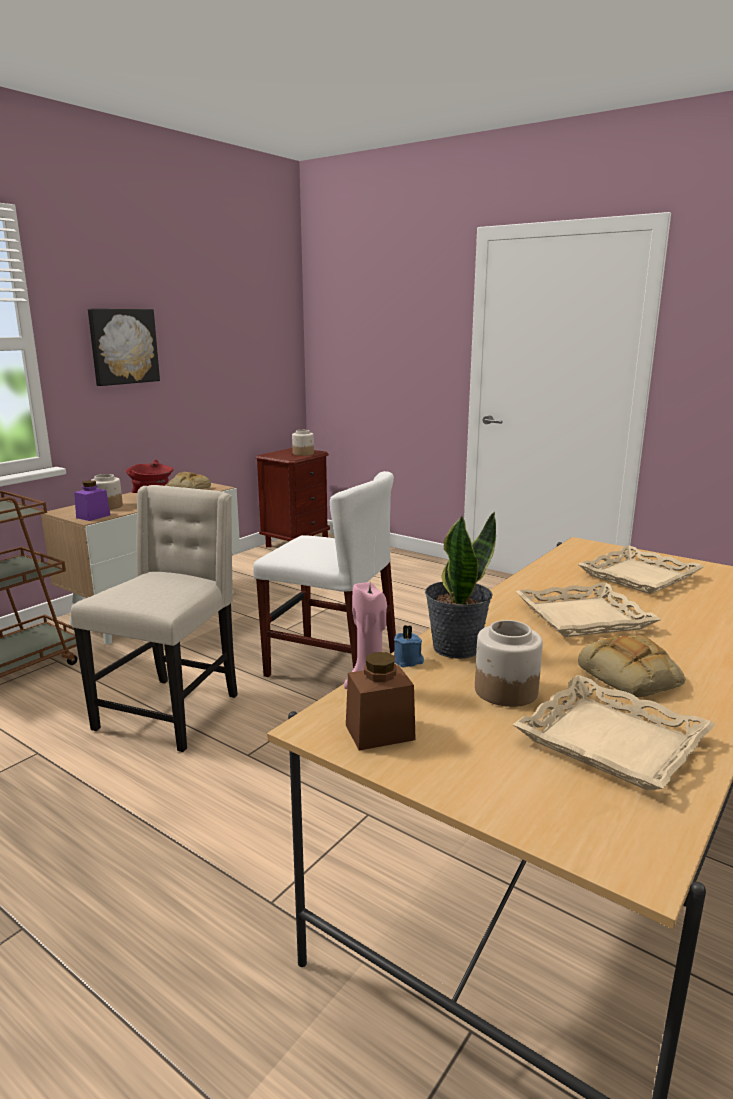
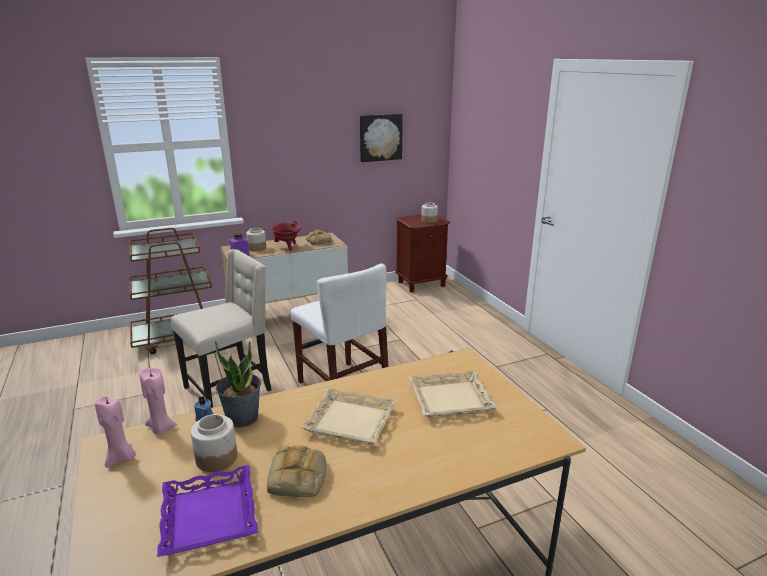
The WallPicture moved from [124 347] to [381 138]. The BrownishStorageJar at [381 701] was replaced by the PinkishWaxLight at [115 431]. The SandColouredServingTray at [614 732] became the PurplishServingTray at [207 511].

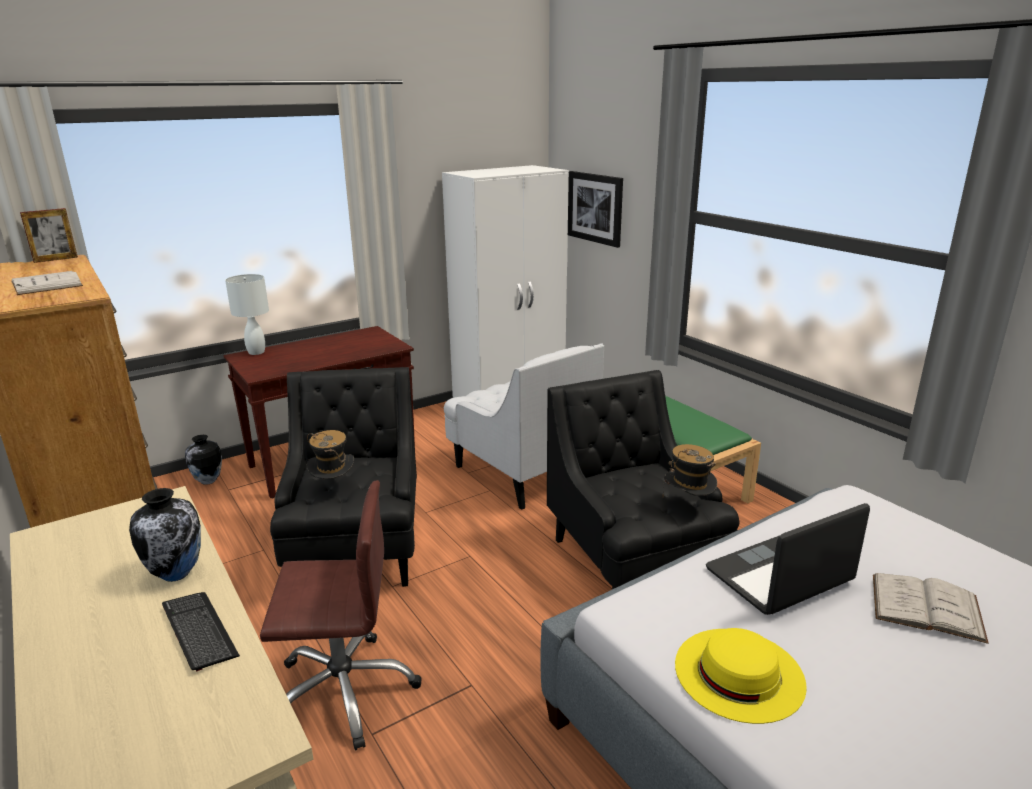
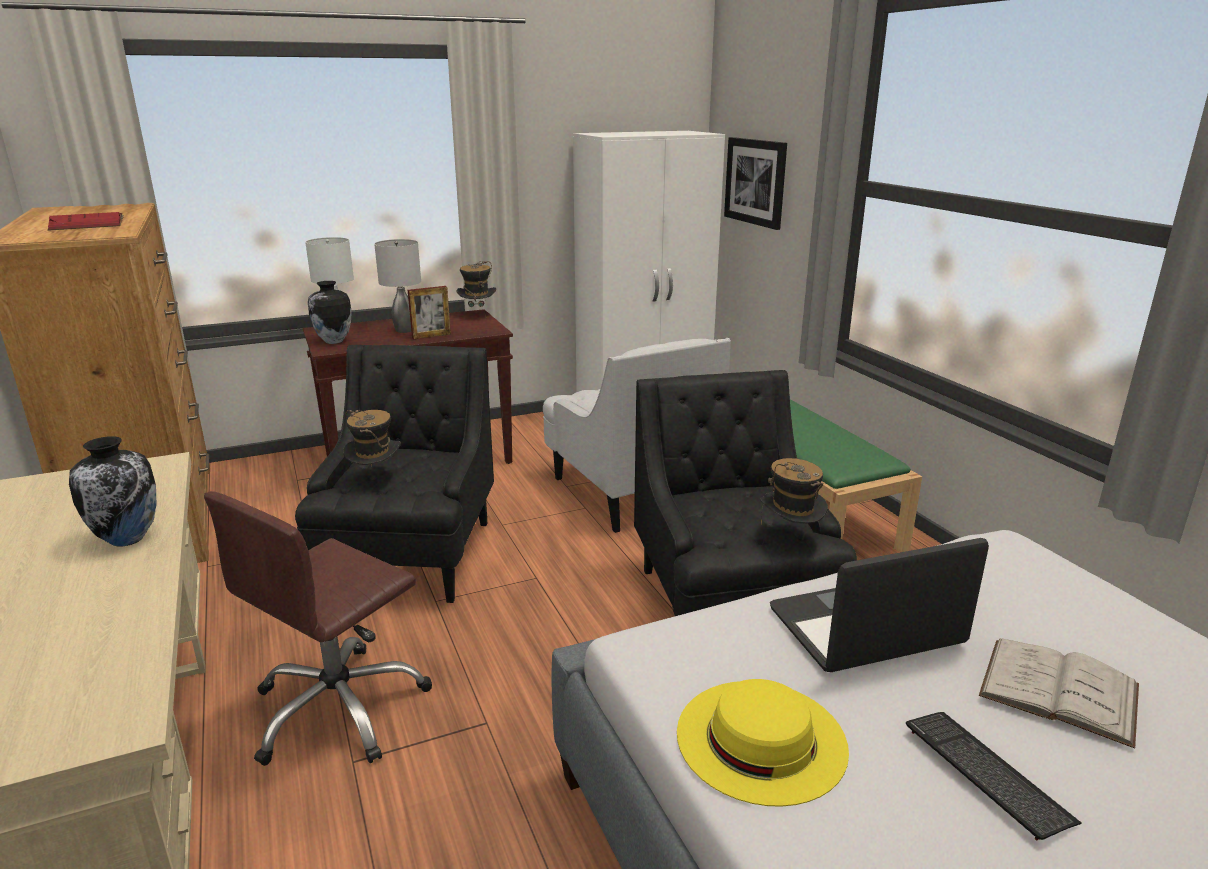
The WhitishVolume at [47 283] became the RedVolume at [85 221]. The PhotoFrame moved from [49 235] to [429 312]. The Keyboard moved from [201 632] to [994 776]. The DecorativeVase moved from [203 460] to [330 312]. The BrownishDeskChair at [340 615] turned 120 degrees clockwise. The GrayLampForATable at [397 286] appeared. The ClothingHat at [476 284] appeared.

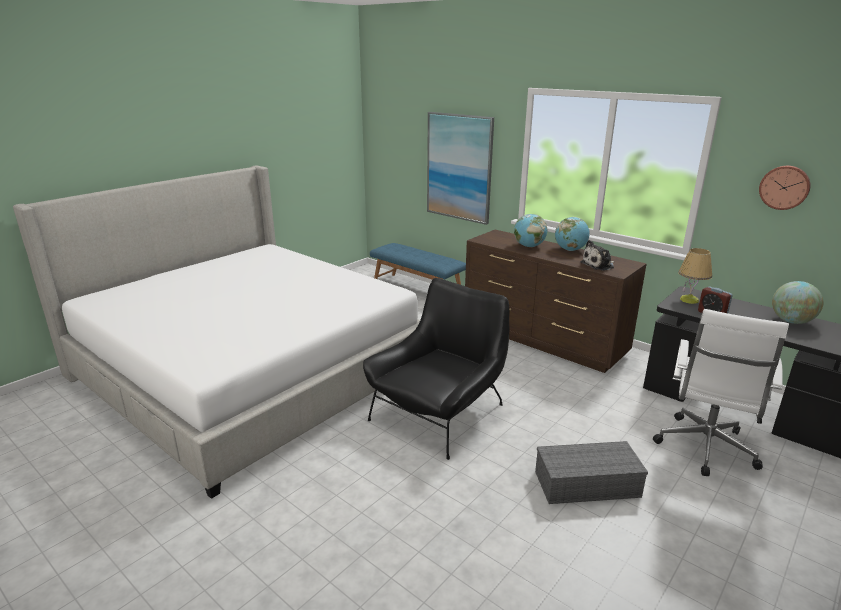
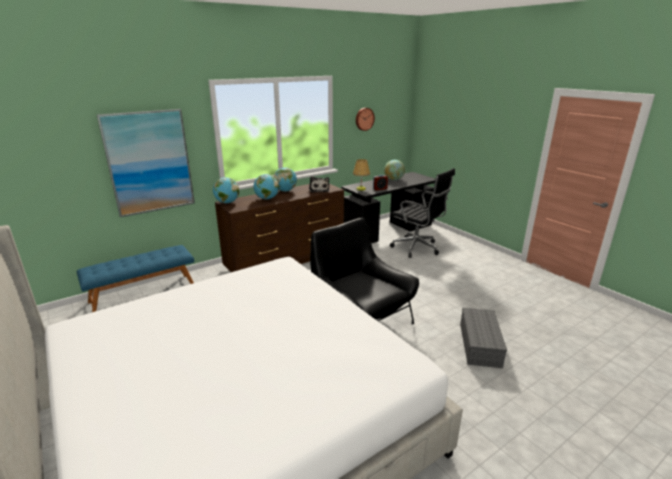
The GrayStorageBox moved from [591 472] to [483 338]. The WhitishDeskChair at [721 392] became the BlackDeskChair at [422 213]. The WorldGlobe at [226 190] appeared.

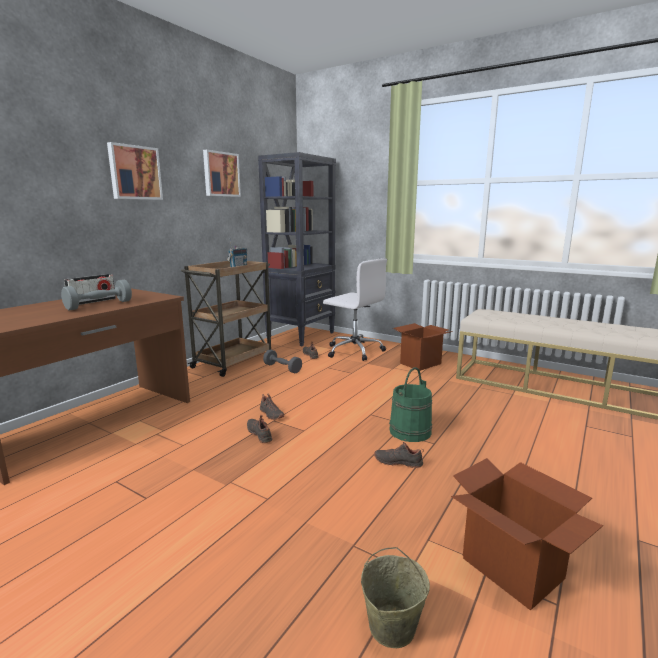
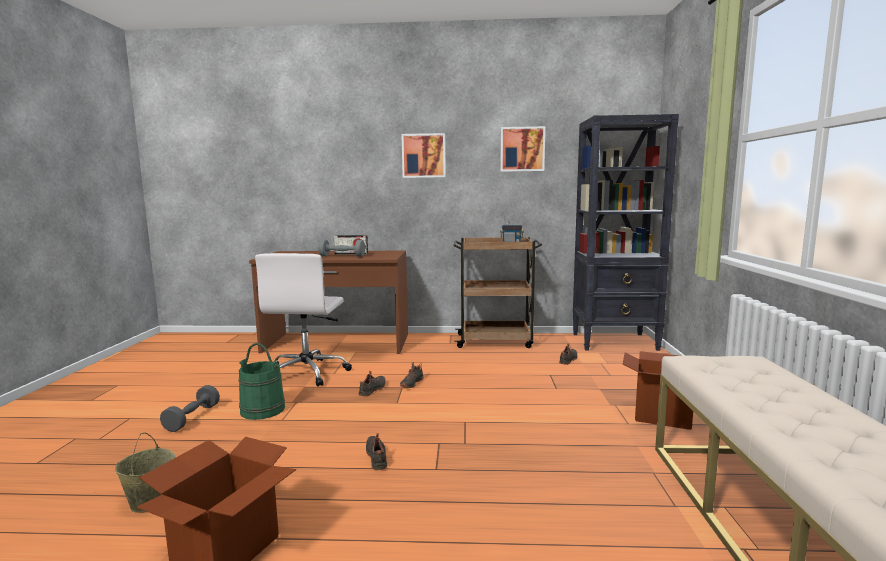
The GrayFreeWeight moved from [282 361] to [190 408]. The WhitishDeskChair moved from [355 309] to [303 319]. The GreenishPail moved from [410 404] to [262 381].

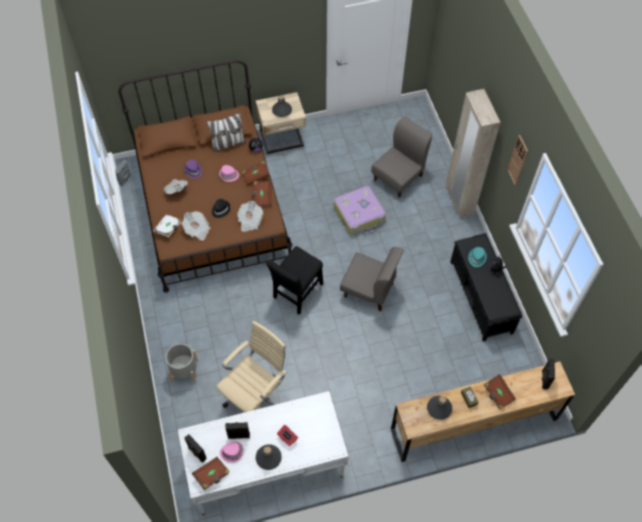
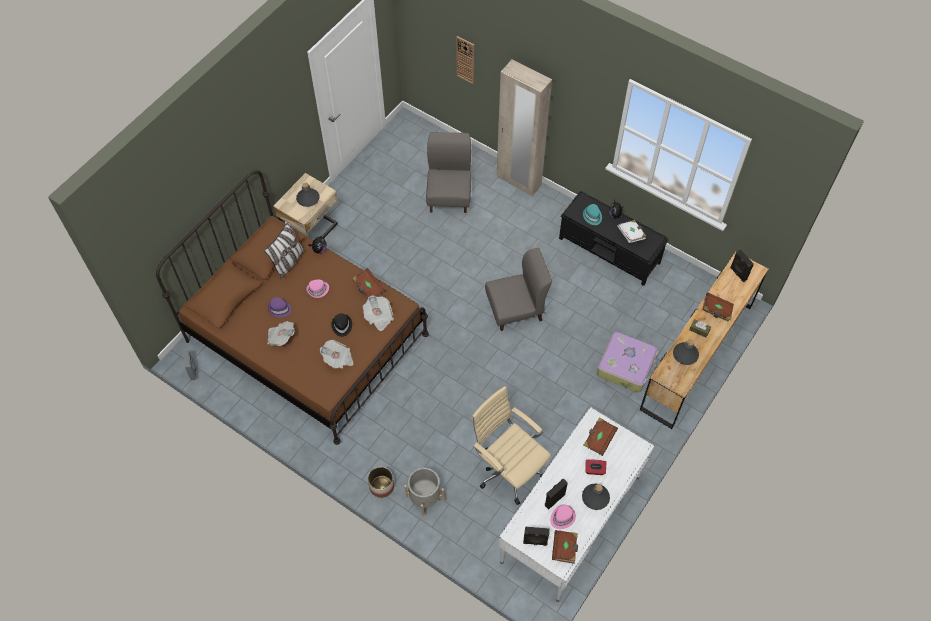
The WhitishVolume moved from [167 225] to [632 231]. The SandColouredDeskChair at [251 366] turned 45 degrees counterclockwise. The BrownishVolume moved from [256 173] to [601 436]. The BlackUprightChair at [294 280] disappeared. The TravelCase moved from [360 210] to [627 362]. The ClockOnTheWall moved from [517 160] to [465 60]. The PlantPot at [381 482] appeared.

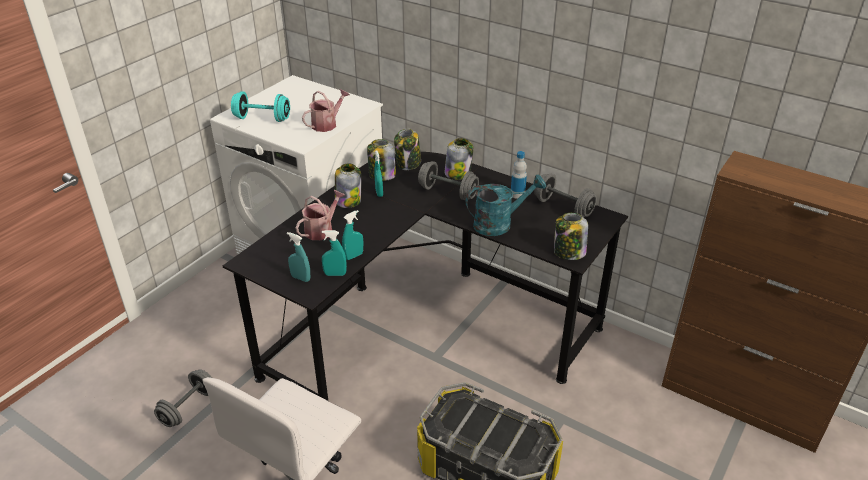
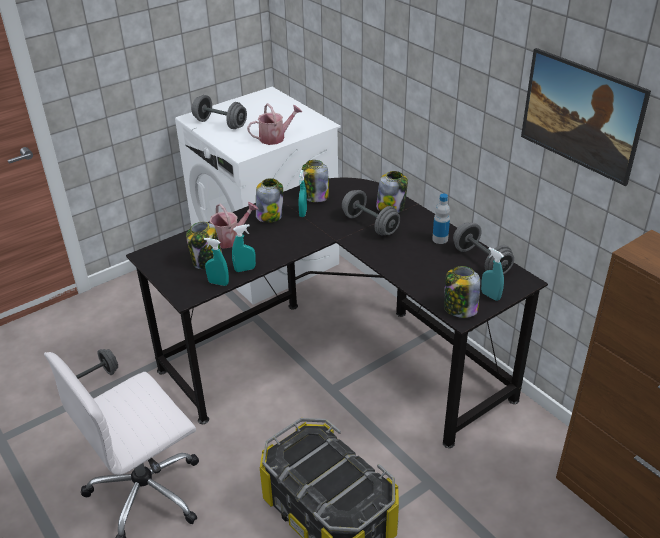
The BlueGreenFreeWeight at [260 106] became the GrayFreeWeight at [219 112]. The BlueGreenSprayer moved from [298 257] to [492 274]. The StorageJar moved from [407 149] to [204 245]. The BlueGreenWateringCan at [506 205] disappeared. The WallPicture at [586 117] appeared.

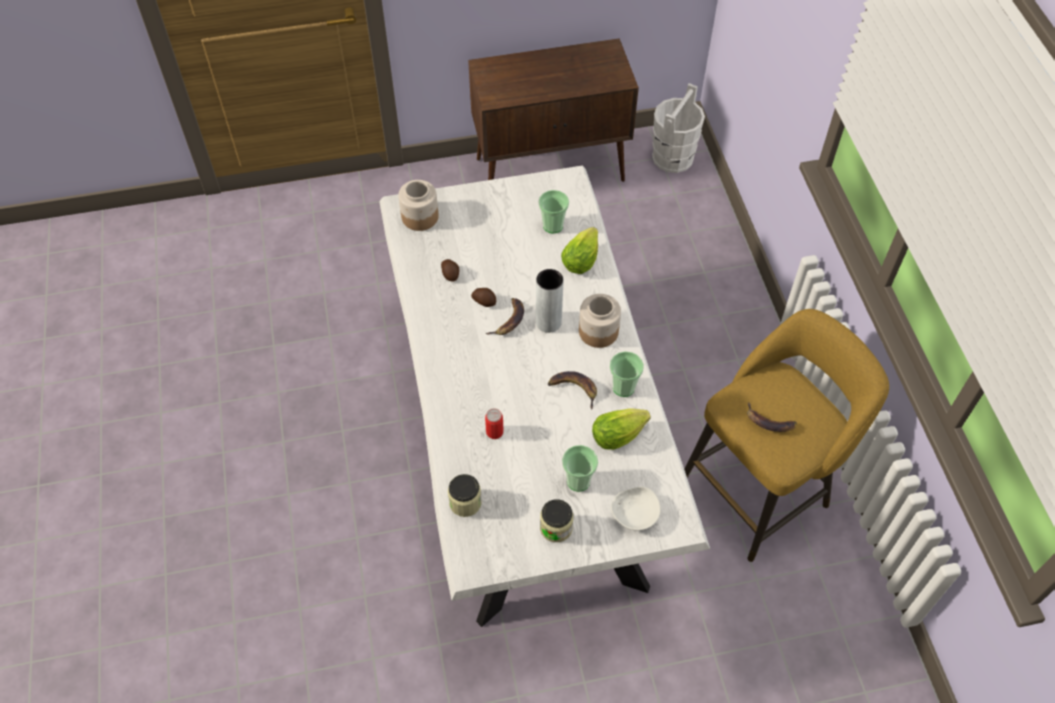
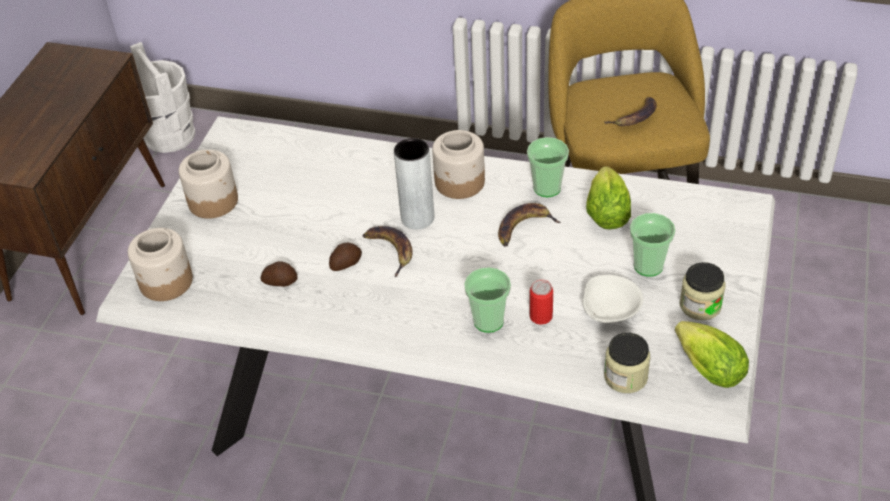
The SmallCup moved from [553 212] to [487 300]. The LettuceHead moved from [579 250] to [712 354]. The WhitishServingBowl moved from [636 509] to [613 299]. The StorageJar at [208 184] appeared.

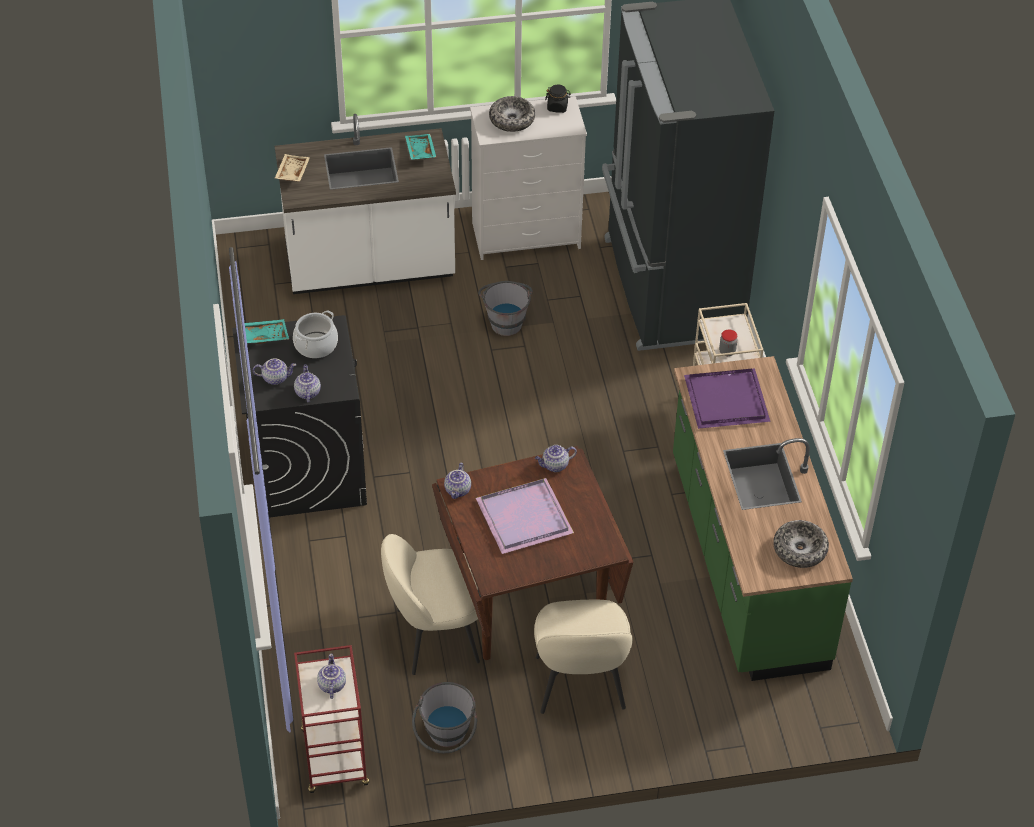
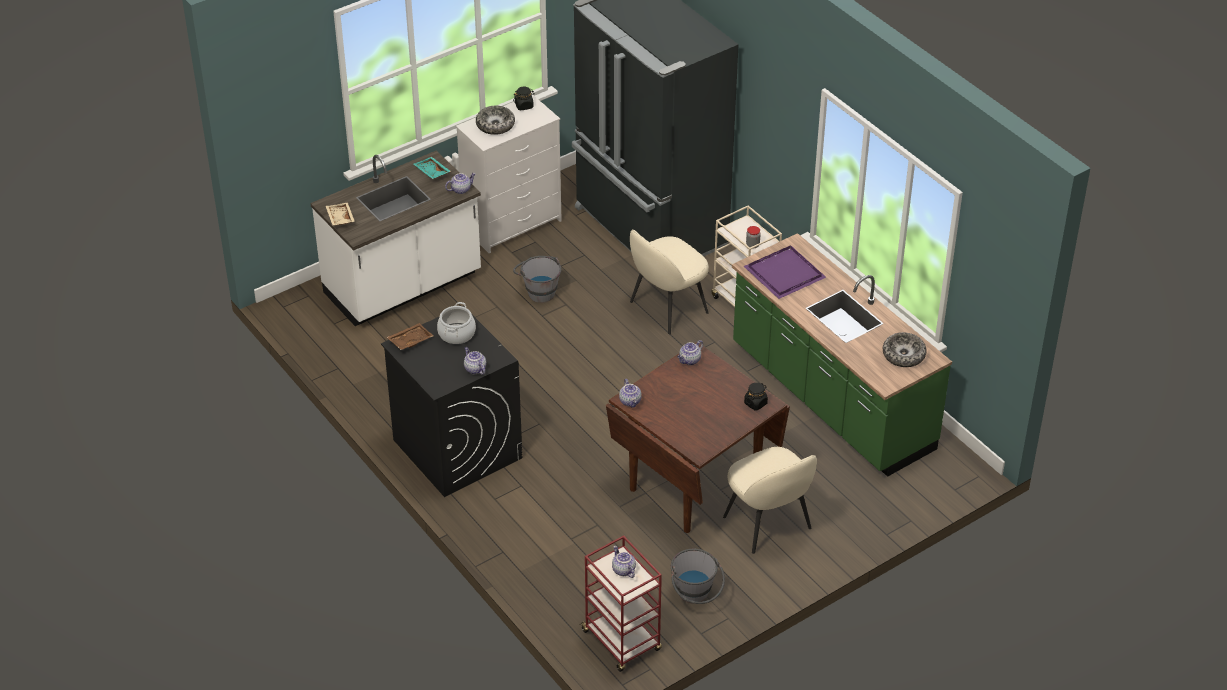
The BlueGreenServingTray at [267 331] became the BrownishServingTray at [410 336]. The Teapot moved from [274 371] to [460 183]. The SandColouredUprightChair moved from [430 604] to [669 282]. The PurplishServingTray at [525 516] disappeared. The BlackStorageJar at [756 396] appeared.

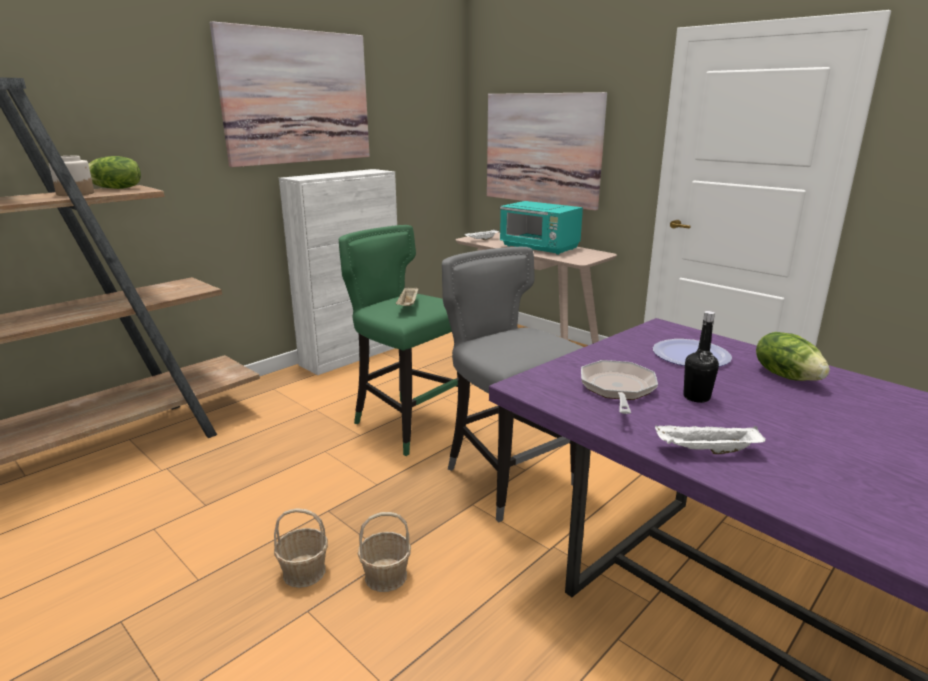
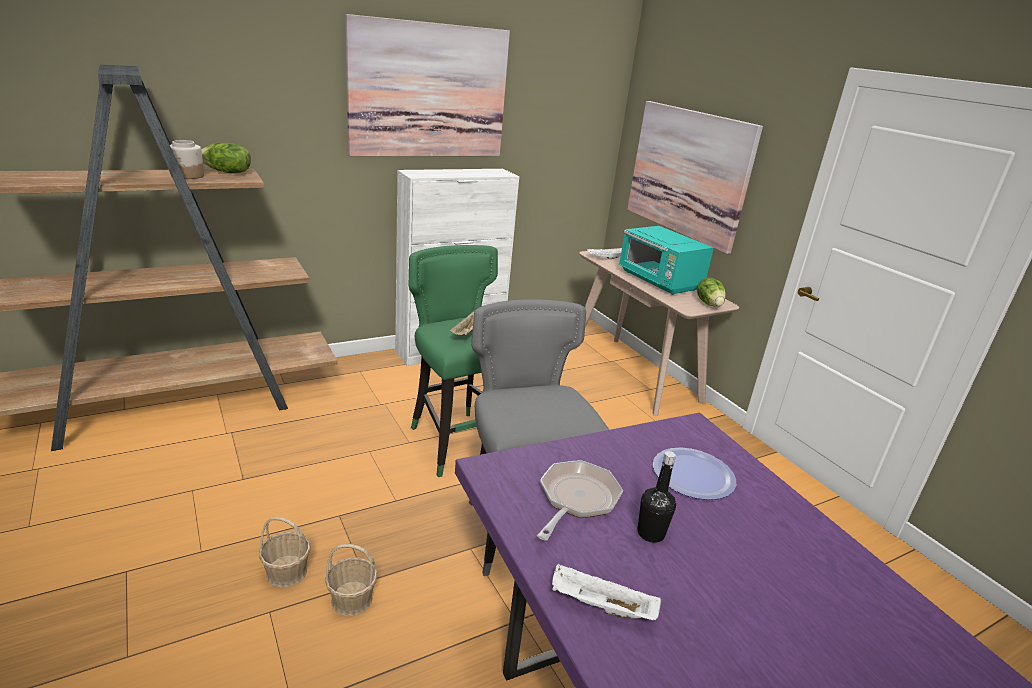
The LettuceHead moved from [793 356] to [711 292].

